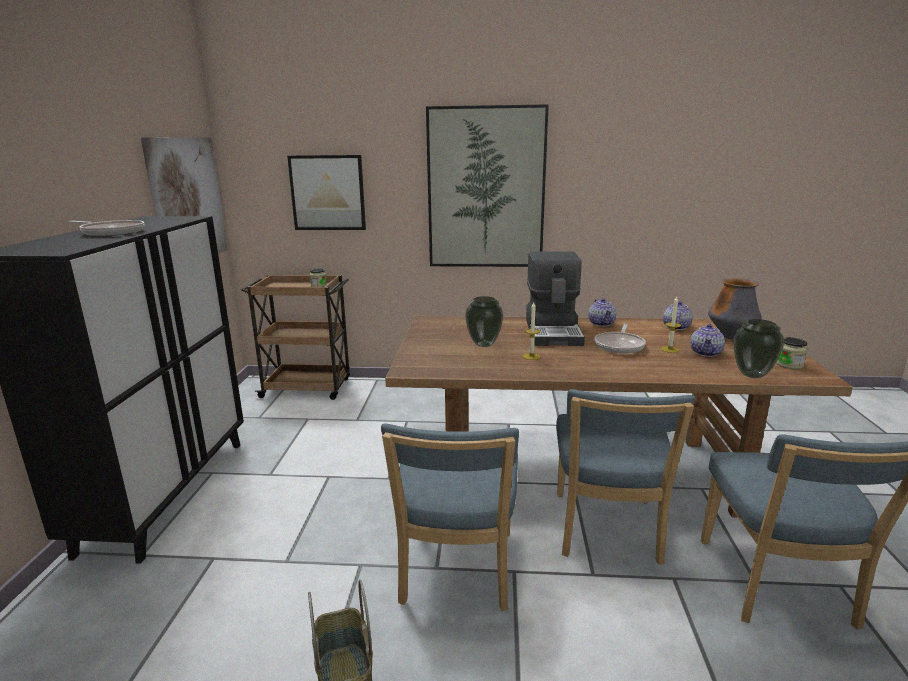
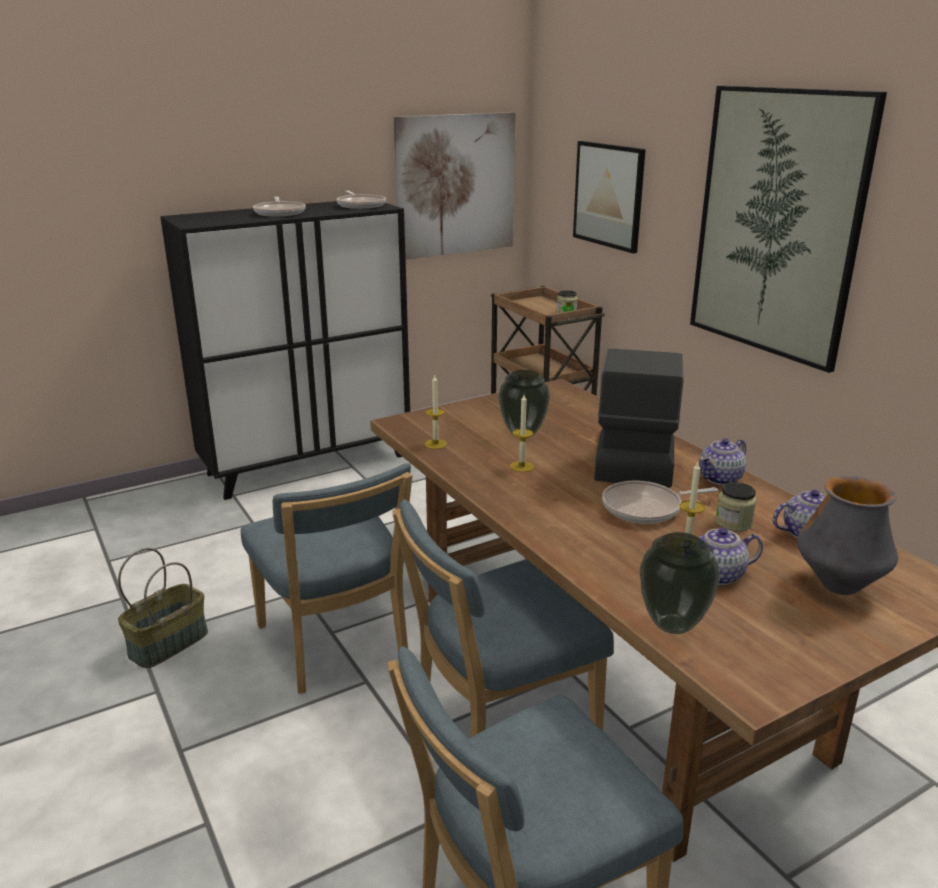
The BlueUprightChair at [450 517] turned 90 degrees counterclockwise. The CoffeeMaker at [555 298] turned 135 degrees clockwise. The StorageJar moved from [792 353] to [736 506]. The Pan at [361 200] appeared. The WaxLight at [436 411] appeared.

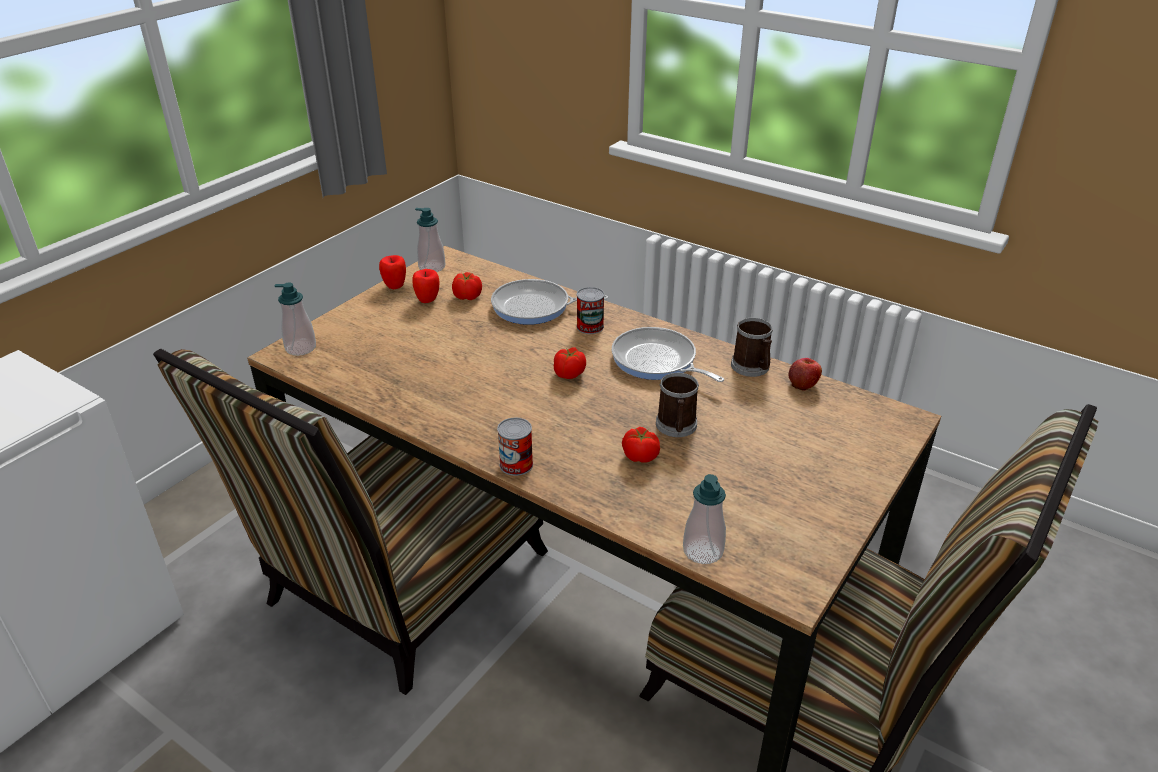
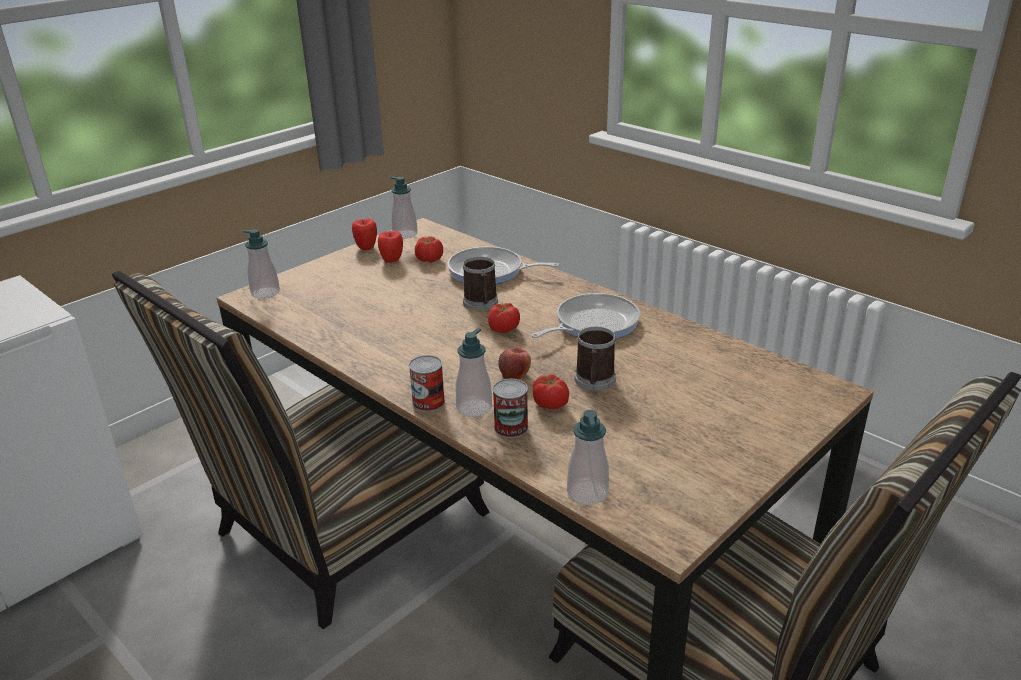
The MetalCan moved from [591 310] to [510 408]. The Pan at [667 354] turned 90 degrees clockwise. The CoffeeMug moved from [752 347] to [480 284]. The WholeApple moved from [805 374] to [514 363]. The LiquidSoapBottle at [474 372] appeared.

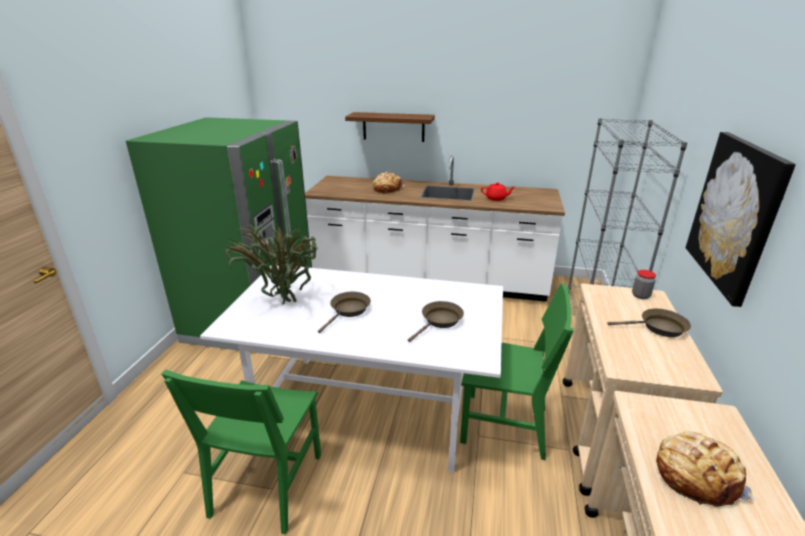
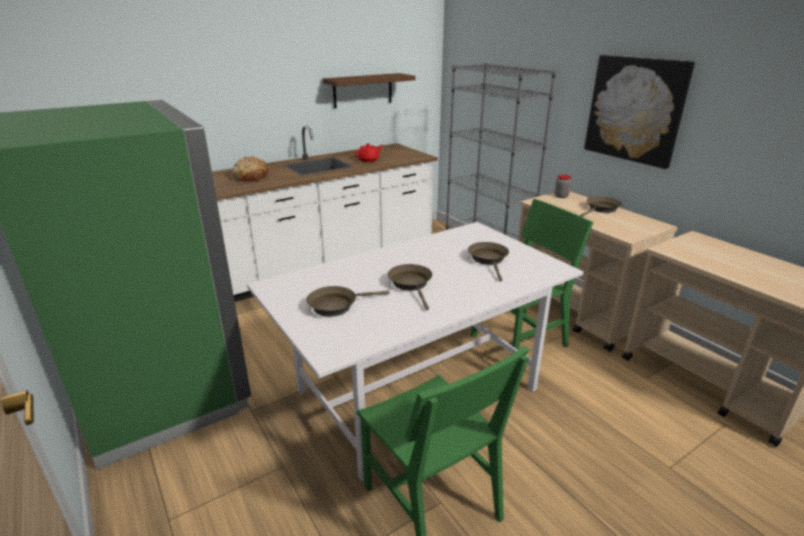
The Houseplant at [269 263] was replaced by the BrownishPan at [348 301]. The BrownishShelf moved from [390 127] to [369 90]. The BakeryBread at [706 469] disappeared.

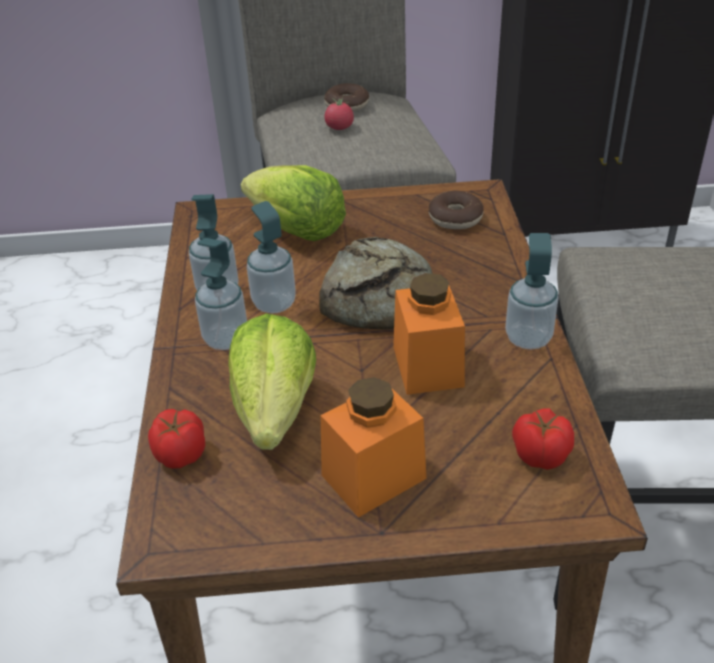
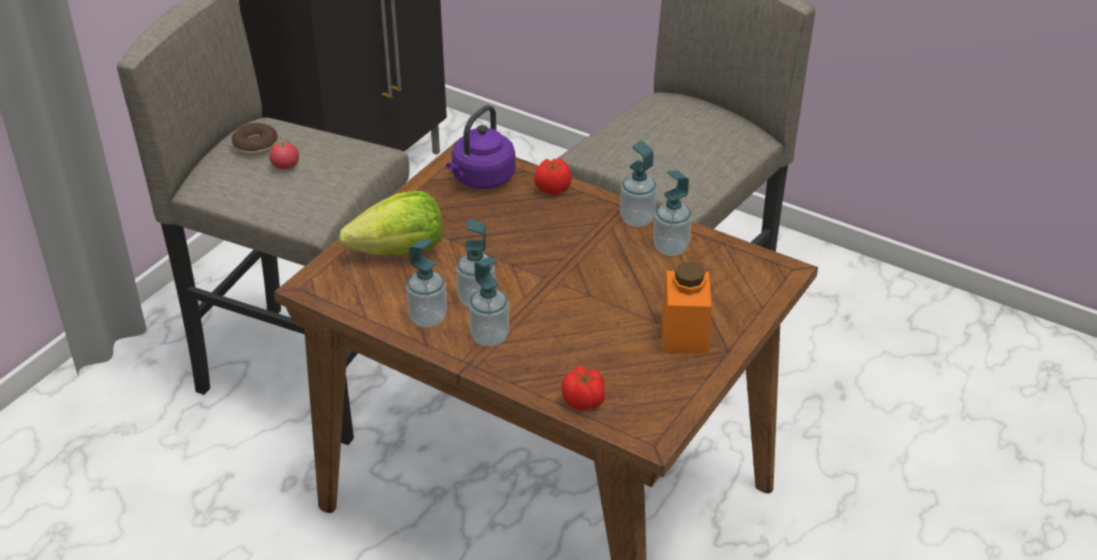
The LettuceHead at [272 382] disappeared. The BakeryBread at [375 283] disappeared. The OrangeStorageJar at [429 334] disappeared. The Doughnut at [456 210] was replaced by the PurplishTeaKettle at [481 147]. The FreshTomato moved from [543 439] to [553 176]. The LiquidSoapBottle at [672 213] appeared.

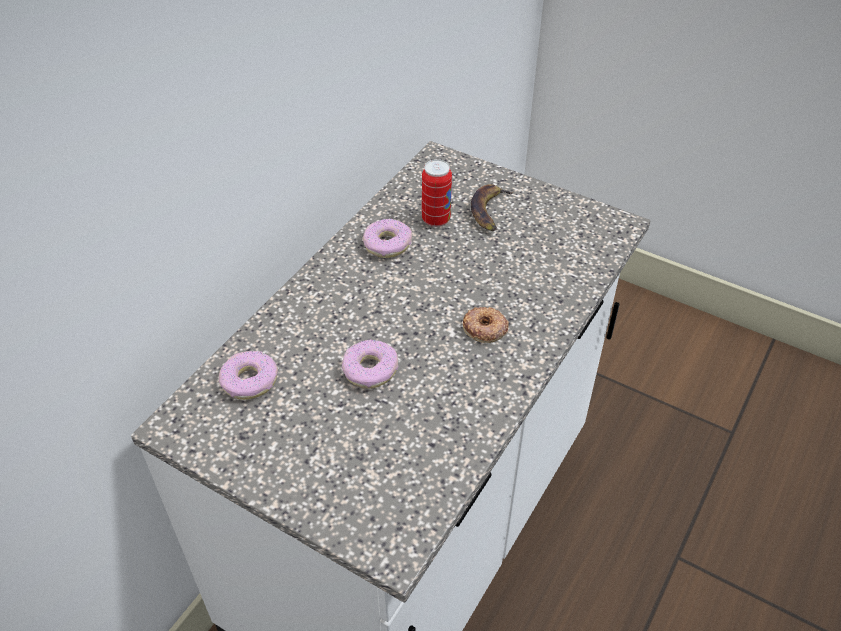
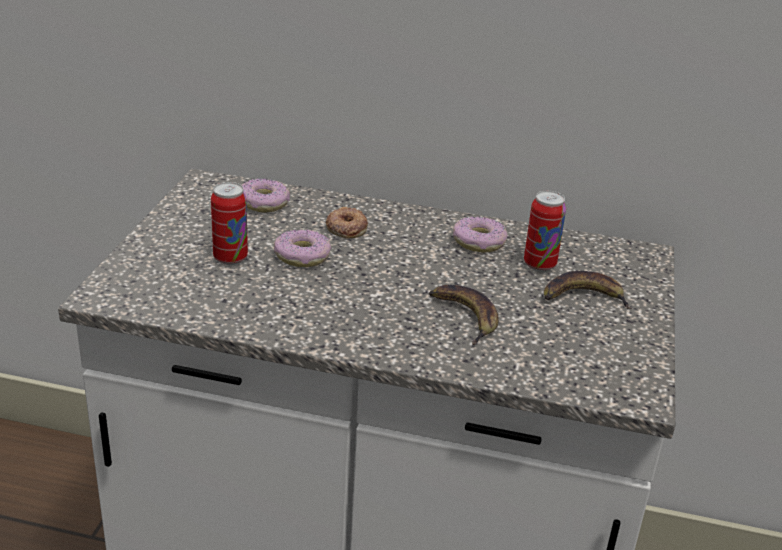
The Doughnut moved from [486 325] to [347 222]. The MetalCan at [229 223] appeared. The Banana at [464 315] appeared.

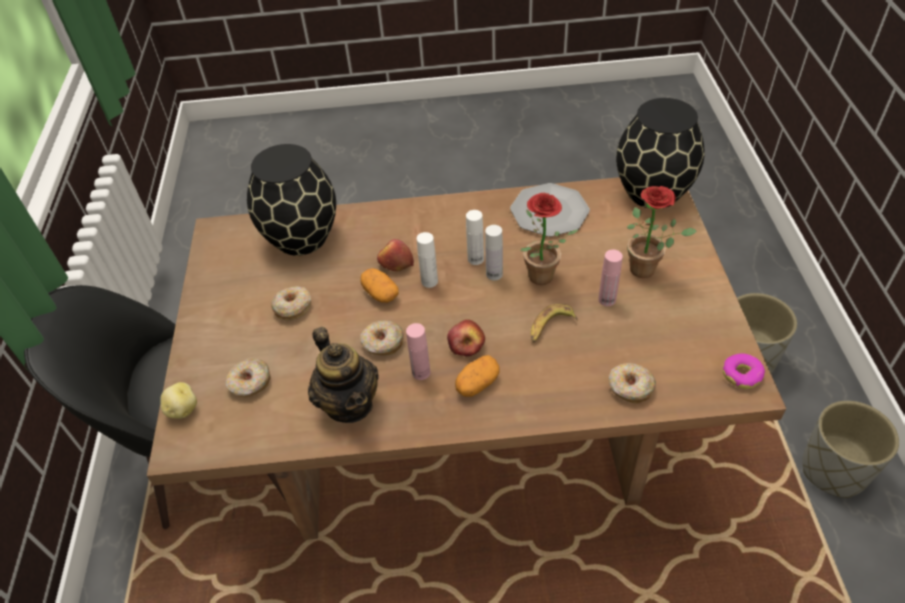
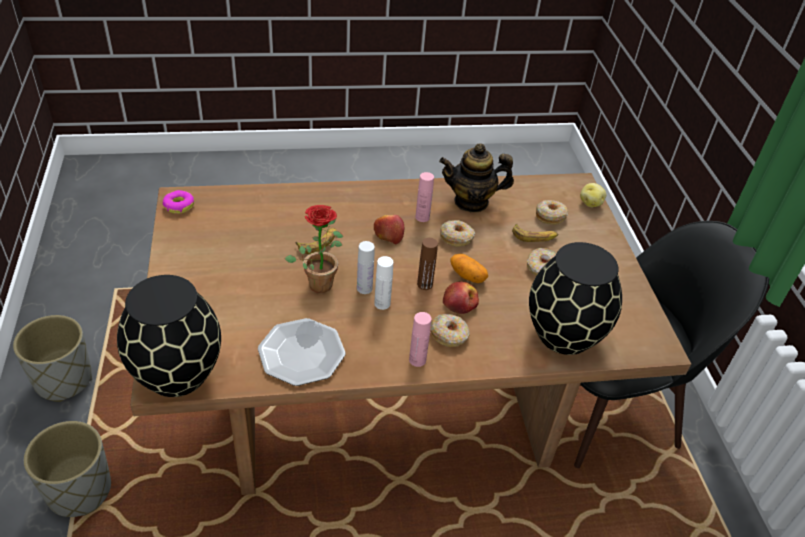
The Teapot at [343 375] turned 60 degrees counterclockwise. The WhitishDrinkBottle at [427 260] became the BrownishDrinkBottle at [427 264]. The Potato at [477 376] disappeared. The PinkishDrinkBottle moved from [610 278] to [420 339]. The Doughnut moved from [632 383] to [450 330]. The Houseplant at [662 232] disappeared. The Banana at [535 233] appeared.

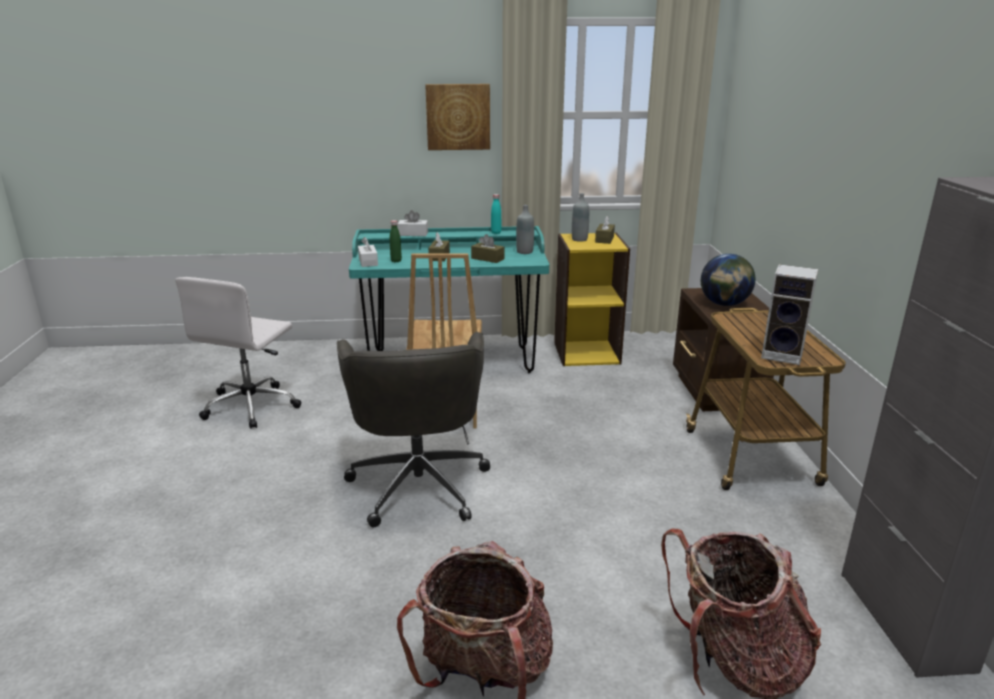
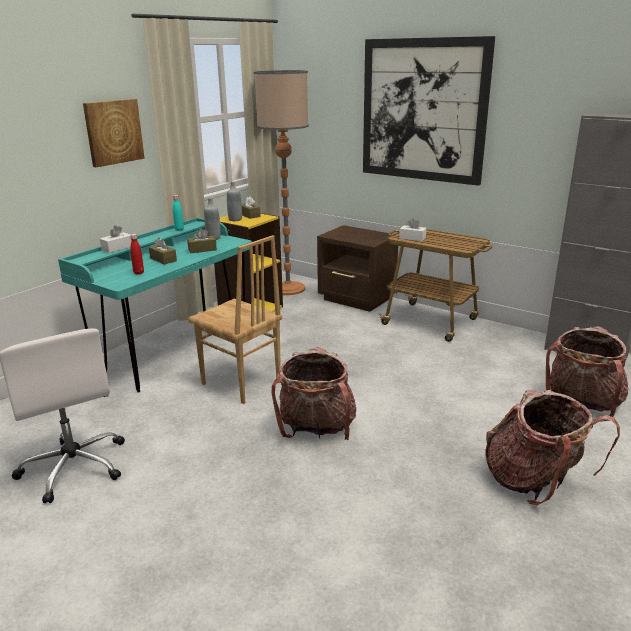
The GrayDeskChair at [413 430] was replaced by the Backpack at [313 393]. The WhitishTissueHolder moved from [368 252] to [412 229]. The GreenishDrinkBottle at [396 241] became the RedDrinkBottle at [137 254]. The WorldGlobe at [728 280] disappeared. The Loudspeaker at [789 314] disappeared. The StandardLamp at [281 182] appeared. The WallPicture at [429 111] appeared.

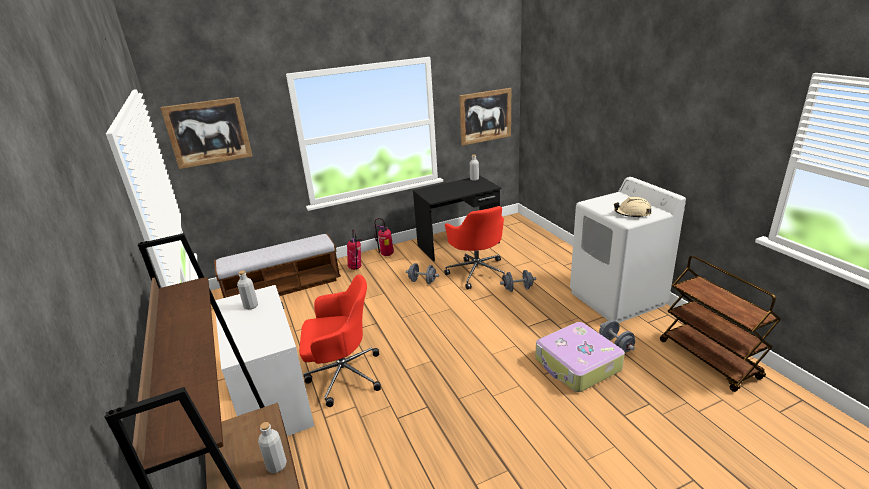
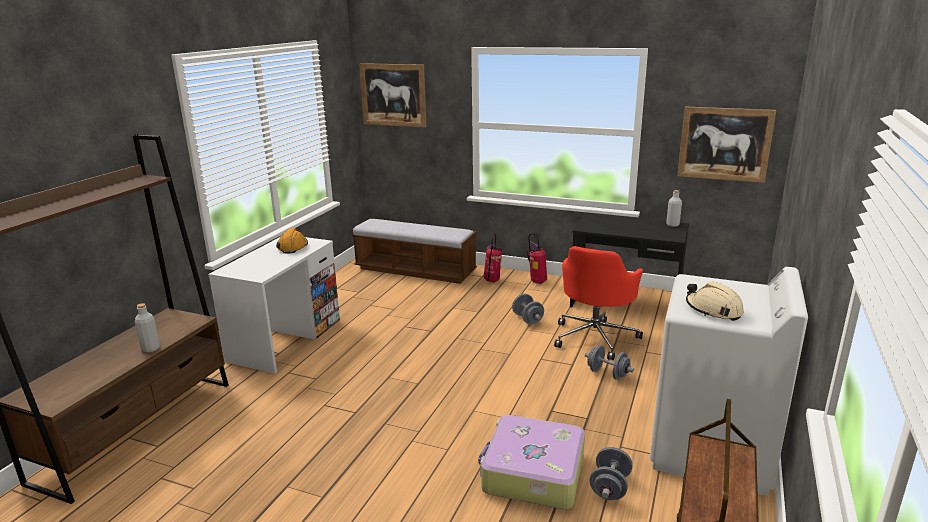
The GrayDrinkBottle at [247 290] was replaced by the OrangeSafetyHelmet at [292 240]. The RedDeskChair at [340 340] disappeared.

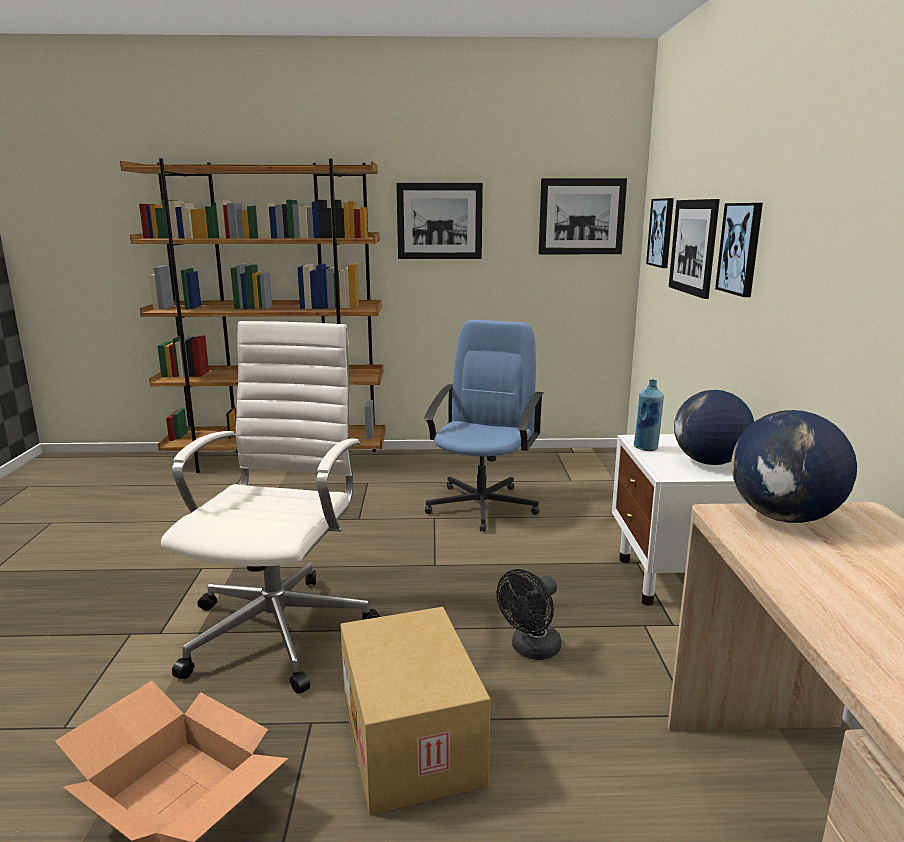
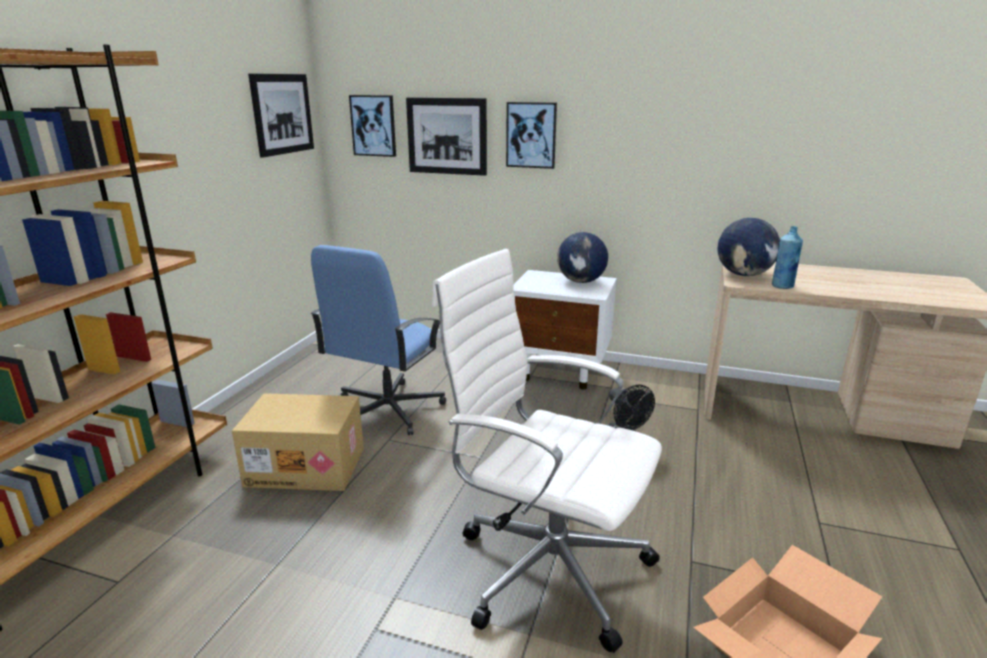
The PackingBox moved from [415 711] to [298 442]. The WallPicture at [439 221] disappeared. The BlueDeskChair at [483 426] turned 105 degrees counterclockwise. The BlueDrinkBottle moved from [649 415] to [787 257].

